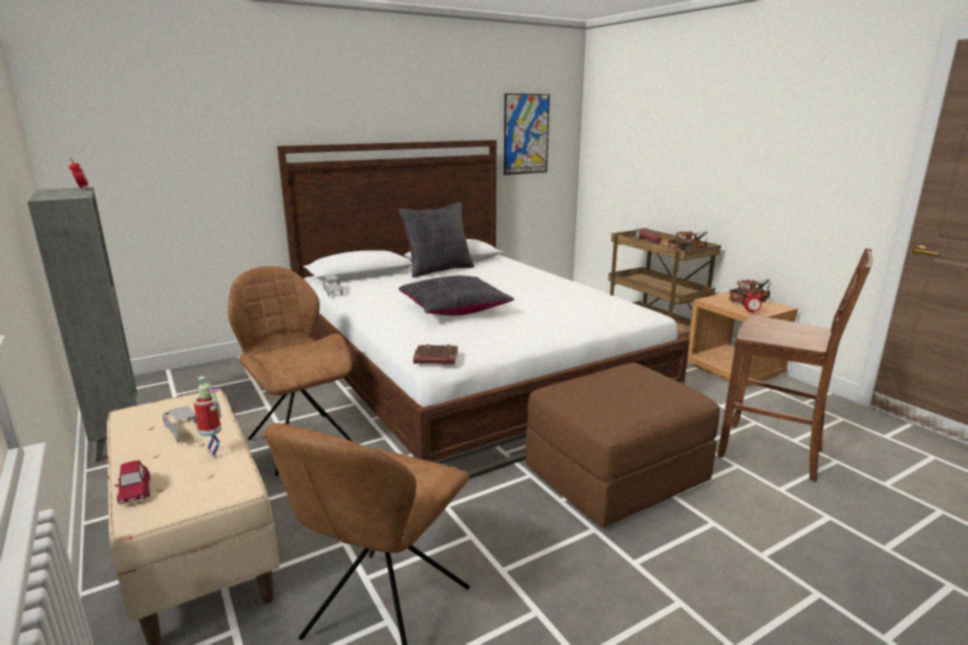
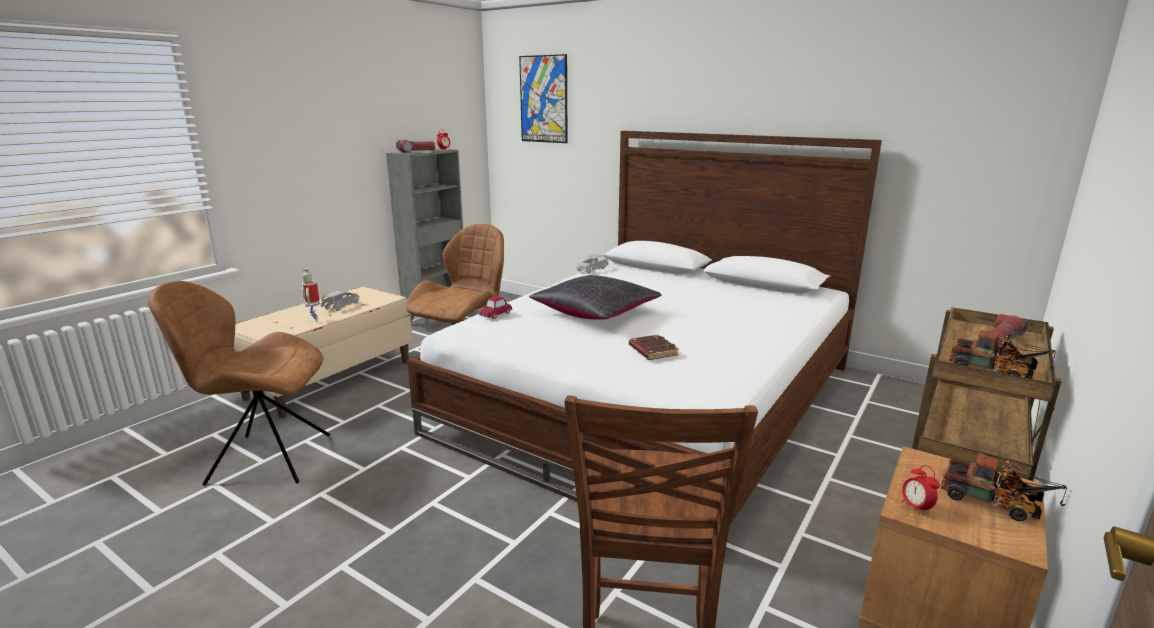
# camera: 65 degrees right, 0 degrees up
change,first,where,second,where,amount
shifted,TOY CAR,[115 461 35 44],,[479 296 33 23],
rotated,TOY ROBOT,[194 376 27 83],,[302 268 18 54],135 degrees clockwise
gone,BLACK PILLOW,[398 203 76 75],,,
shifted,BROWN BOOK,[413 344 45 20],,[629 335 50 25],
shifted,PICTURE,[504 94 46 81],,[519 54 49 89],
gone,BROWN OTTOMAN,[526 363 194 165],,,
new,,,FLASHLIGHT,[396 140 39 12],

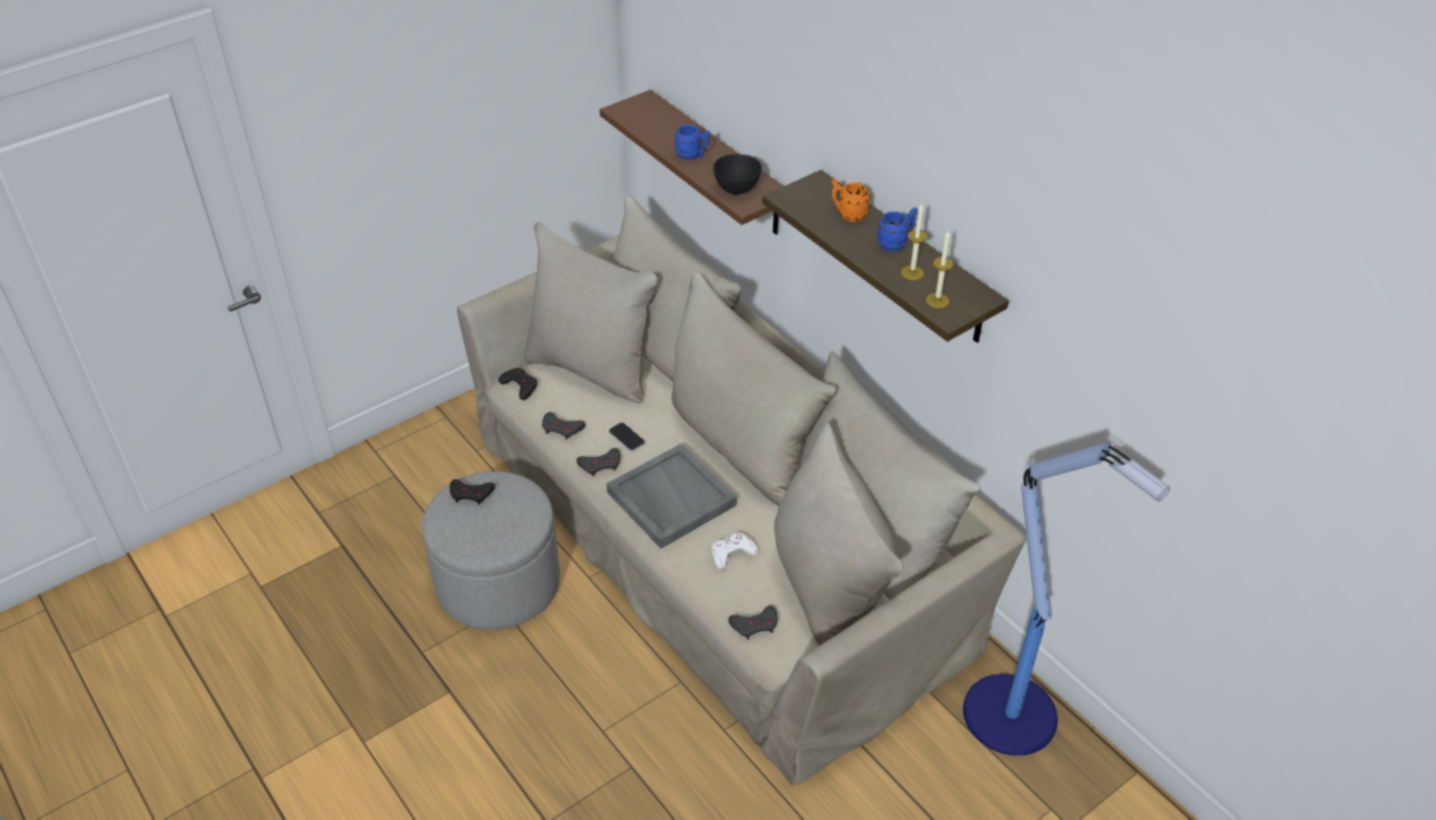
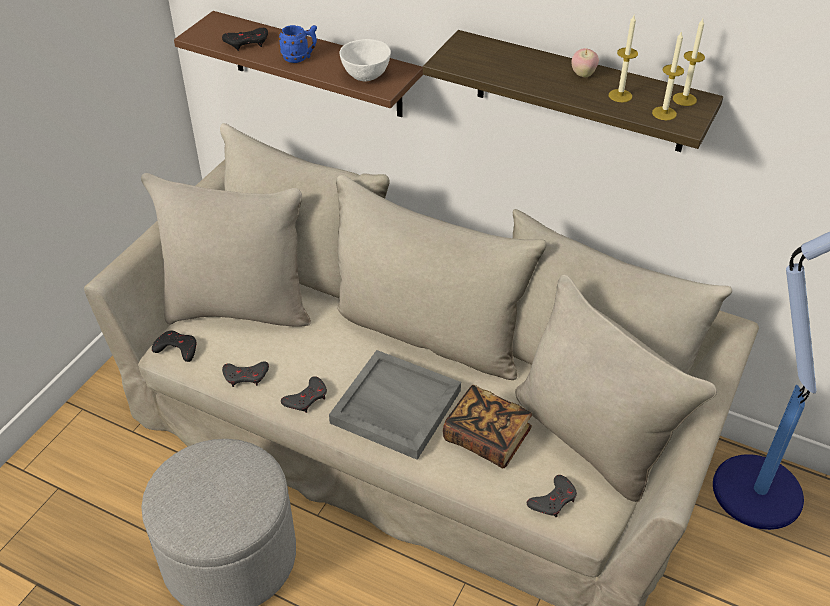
# camera: 25 degrees left, 0 degrees up
change,first,where,second,where,amount
shifted,BLACK GAME CONTROLLER,[450 479 45 26],,[222 28 46 23],
gone,PHONE,[609 423 36 28],,,
swapped,WHITE GAME CONTROLLER,[712 533 46 36],BOOK,[443 385 89 83],
repainted,BLACK BOWL,[713 154 49 41],WHITE BOWL,[339 39 52 42],
gone,ORANGE MUG,[832 179 39 43],,,
swapped,BLUE MUG,[877 207 41 45],APPLE,[571 48 28 29],
new,,,CANDLE,[673 19 32 87],

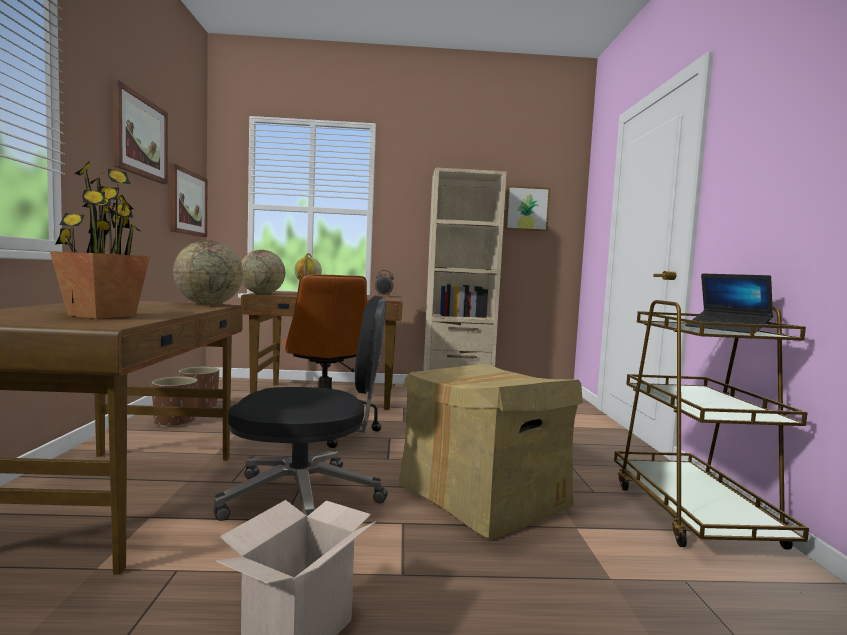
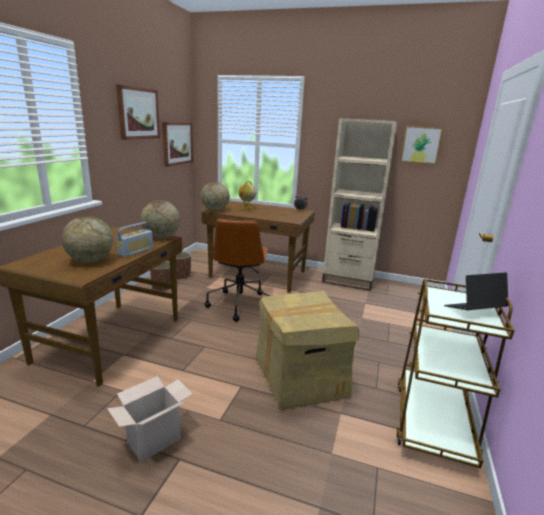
# camera: 20 degrees right, 15 degrees up
change,first,where,second,where,amount
swapped,POTTED PLANT,[50 162 100 157],GLOBE,[62 216 51 47],
gone,BLACK OFFICE CHAIR,[214 296 174 225],,,
rotated,LAPTOP,[685 274 88 59],,[444 273 64 37],90 degrees clockwise
new,,,RADIO,[116 222 37 35],

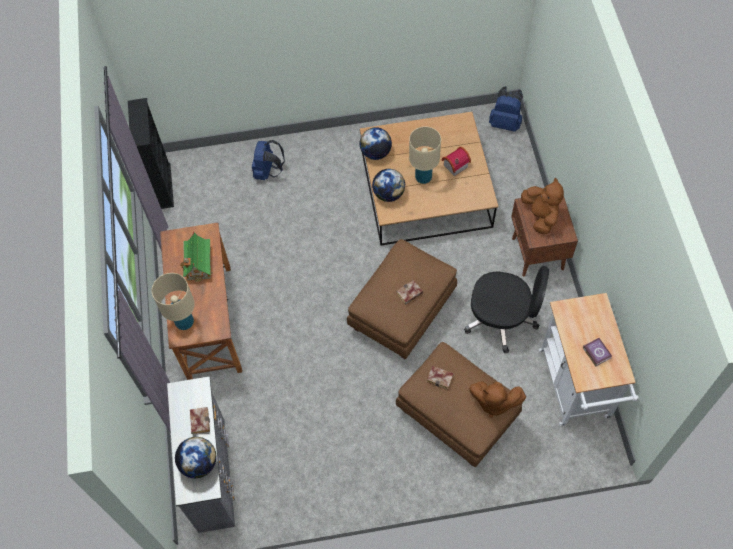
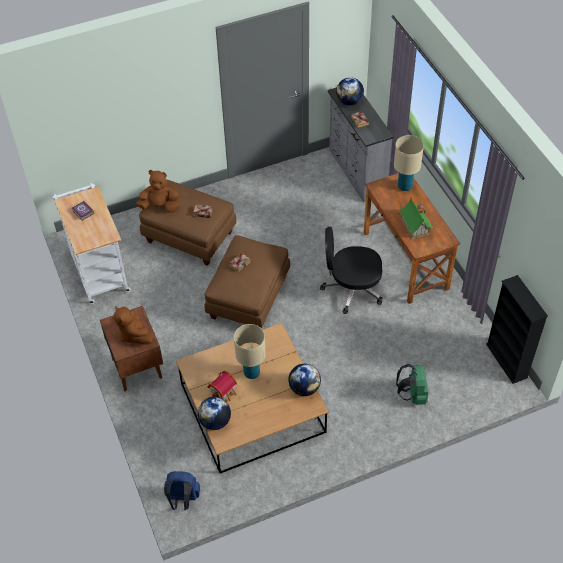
# camera: 165 degrees right, 10 degrees down
change,first,where,second,where,amount
repainted,BLUE BACKPACK,[252 140 33 40],GREEN BACKPACK,[396 364 32 41],
shifted,GLOBE,[372 169 33 33],,[198 397 33 33],
shifted,BLACK OFFICE CHAIR,[464 266 85 87],,[320 227 63 87],

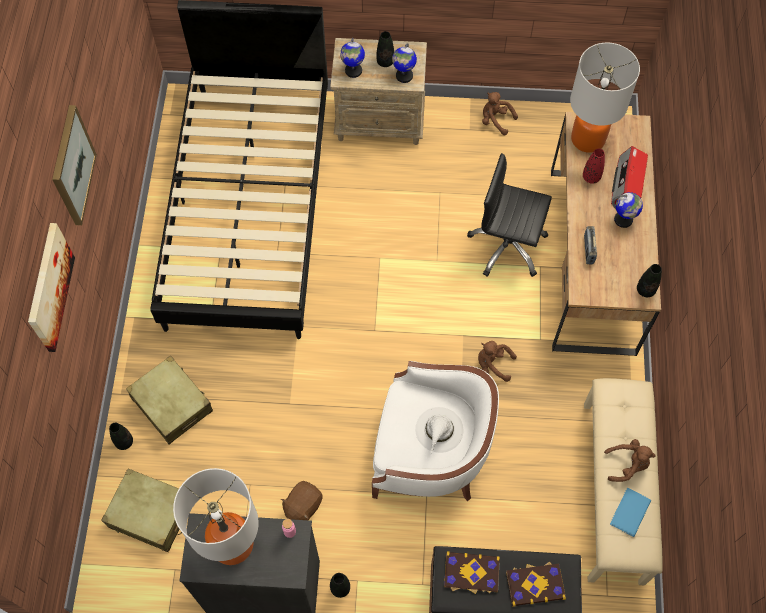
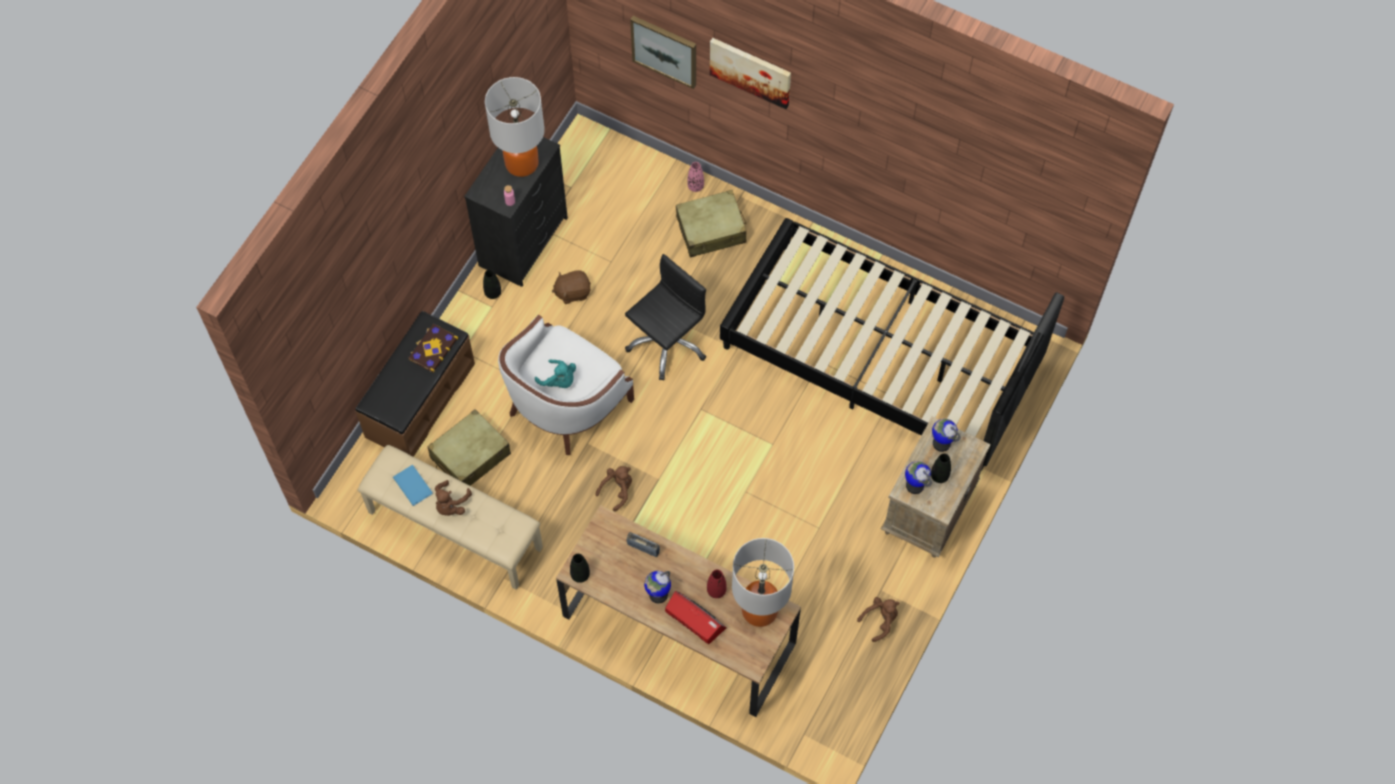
# camera: 115 degrees right, 0 degrees up
change,first,where,second,where,amount
shifted,PICTURE,[52 105 45 120],,[630 16 66 73],
shifted,BEIGE SUITCASE,[101 469 81 83],,[427 409 84 77],
repainted,BLACK VASE,[109 423 24 27],PINK VASE,[687 162 17 30],
rotated,BROWN PLUSH TOY,[281 481 42 39],,[552 270 39 34],75 degrees counterclockwise
swapped,WHITE HAT,[415 407 49 48],TURQUOISE PLUSH TOY,[535 360 41 28],
shifted,BLACK OFFICE CHAIR,[467 153 85 124],,[625 254 81 126],
gone,BOOK,[506 561 60 46],,,

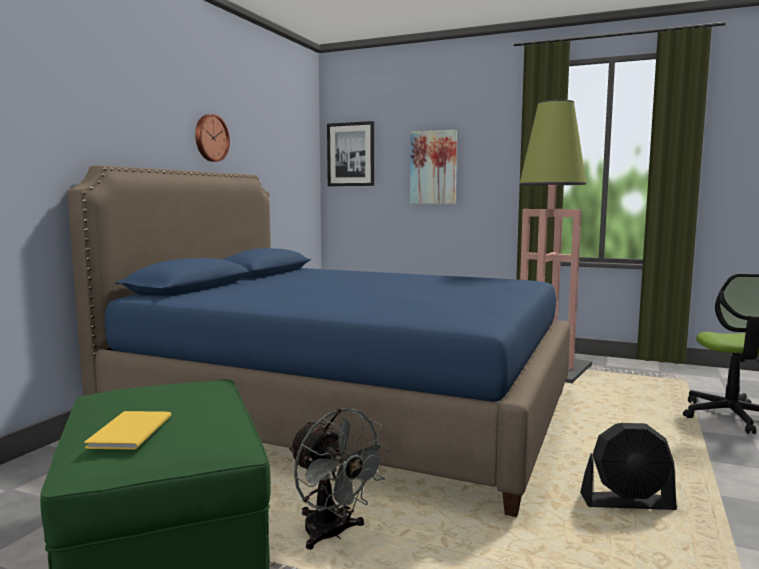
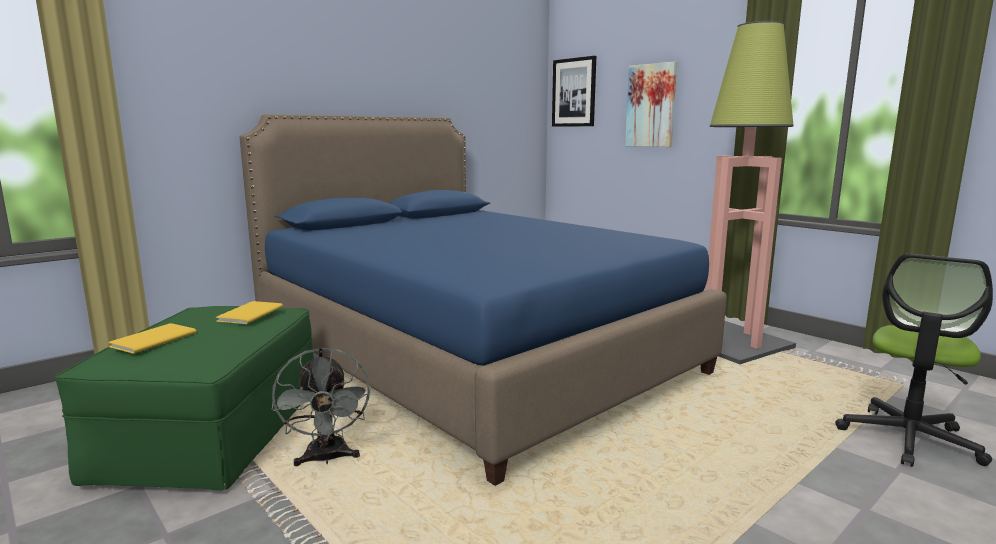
# camera: 25 degrees right, 5 degrees up
change,first,where,second,where,amount
gone,WALL CLOCK,[195 114 35 48],,,
gone,BLACK FAN,[580 423 97 87],,,
new,,,YELLOW BOOK,[216 301 67 23],

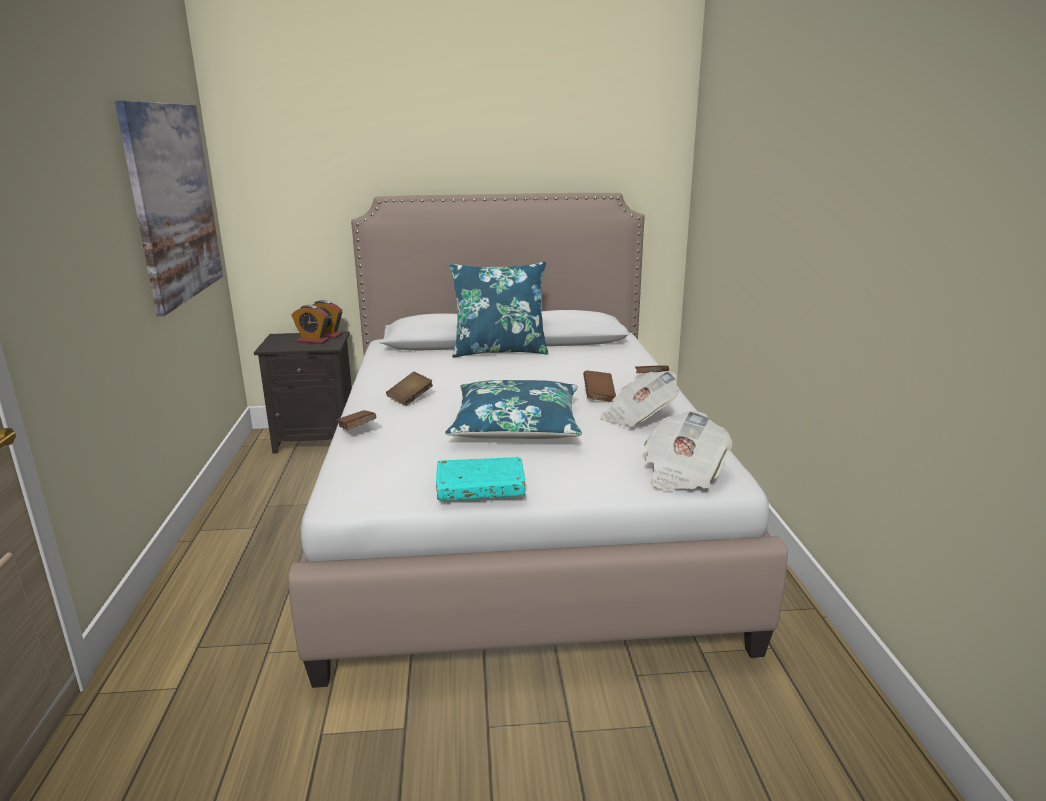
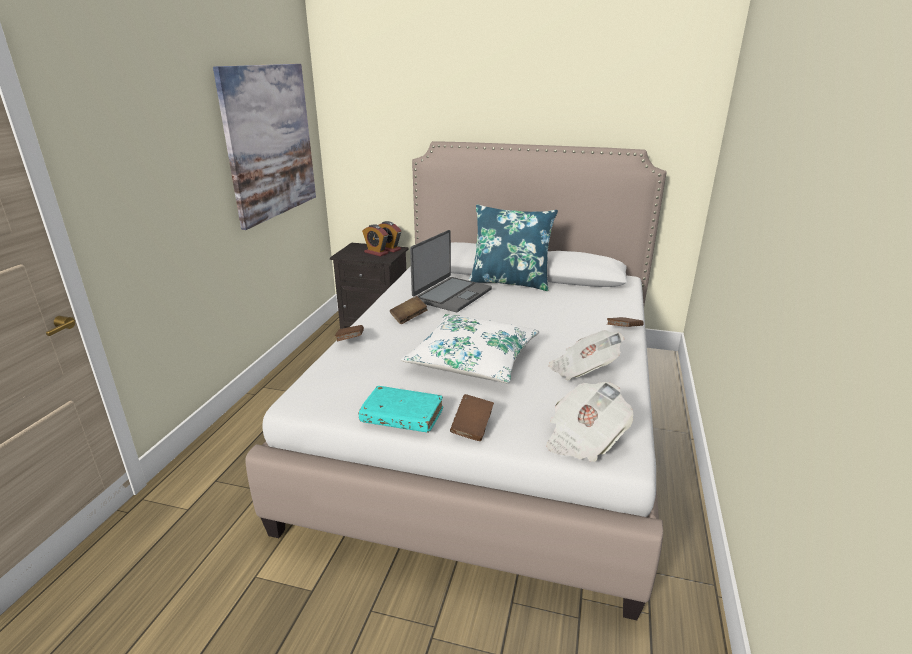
# camera: 20 degrees right, 5 degrees up
change,first,where,second,where,amount
repainted,BLUE PILLOW,[445 380 137 59],WHITE PILLOW,[401 314 138 69],
shifted,BROWN BOOK,[583 371 33 31],,[450 394 44 47],
new,,,LAPTOP,[410 230 82 82],

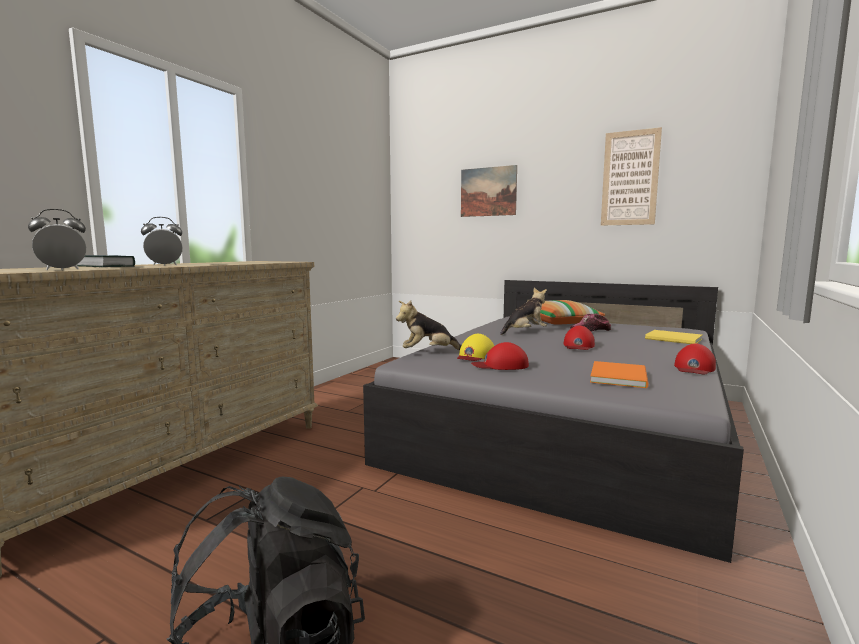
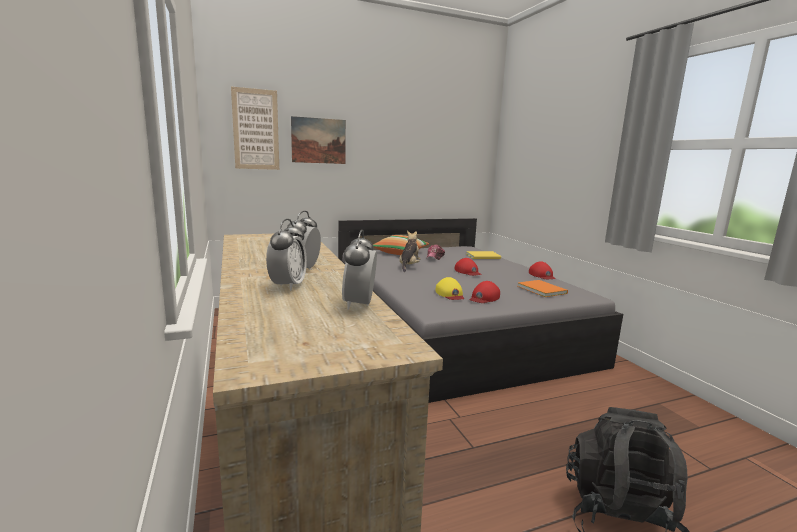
# camera: 50 degrees left, 5 degrees up
change,first,where,second,where,amount
swapped,BOOK,[77 255 58 12],ALARM CLOCK,[266 219 41 72],
gone,PLUSH TOY,[396 300 65 50],,,
shifted,PICTURE,[601 127 61 99],,[231 87 48 83],

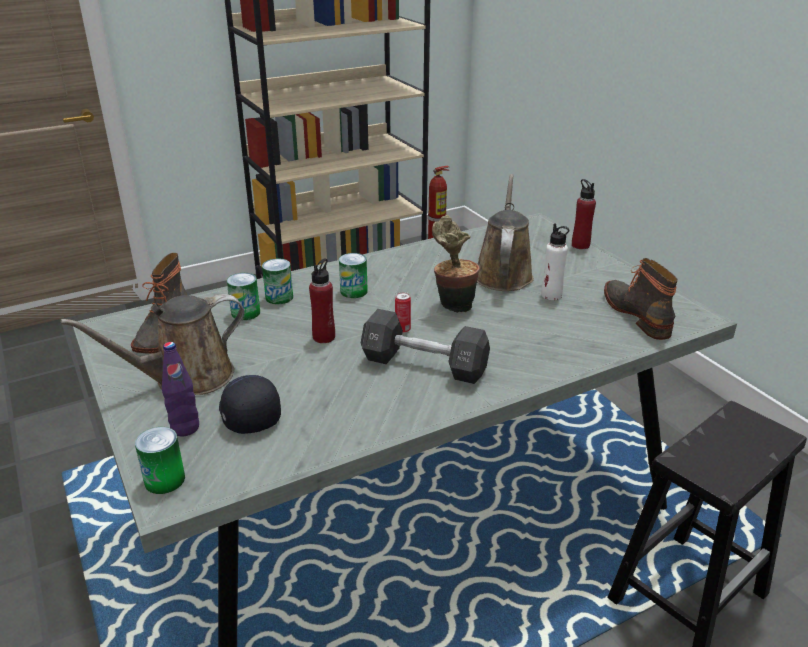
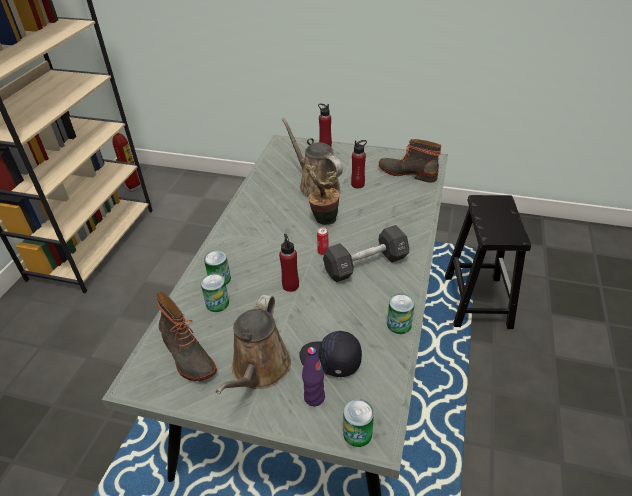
# camera: 45 degrees left, 10 degrees up
change,first,where,second,where,amount
shifted,CAN,[339 253 29 45],,[387 293 28 41],
repainted,WHITE BOTTLE,[541 223 28 77],RED BOTTLE,[351 140 16 48],

